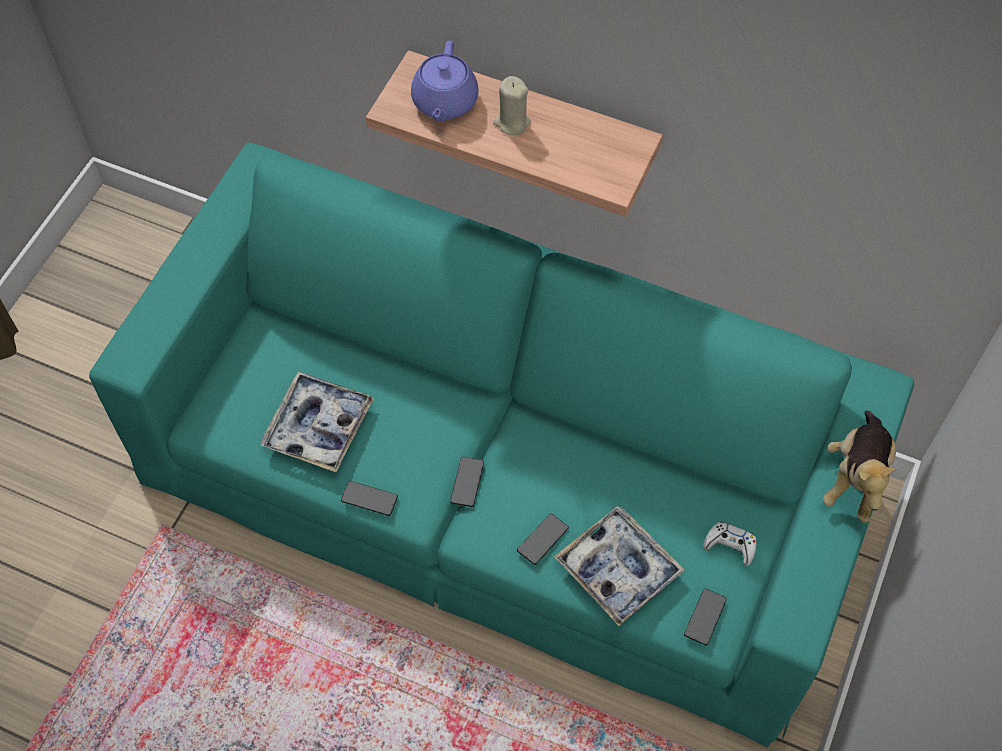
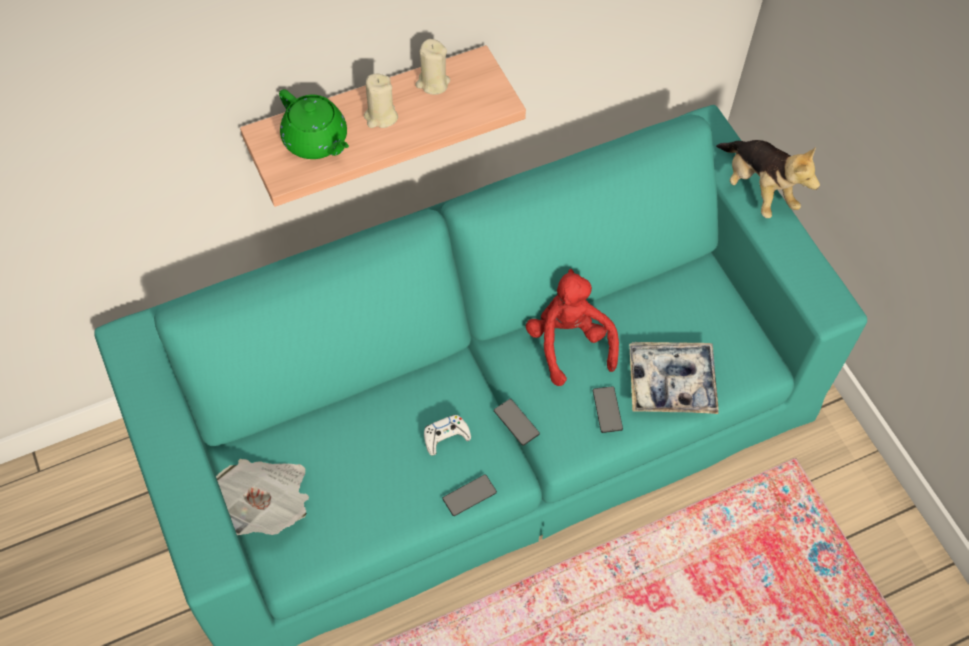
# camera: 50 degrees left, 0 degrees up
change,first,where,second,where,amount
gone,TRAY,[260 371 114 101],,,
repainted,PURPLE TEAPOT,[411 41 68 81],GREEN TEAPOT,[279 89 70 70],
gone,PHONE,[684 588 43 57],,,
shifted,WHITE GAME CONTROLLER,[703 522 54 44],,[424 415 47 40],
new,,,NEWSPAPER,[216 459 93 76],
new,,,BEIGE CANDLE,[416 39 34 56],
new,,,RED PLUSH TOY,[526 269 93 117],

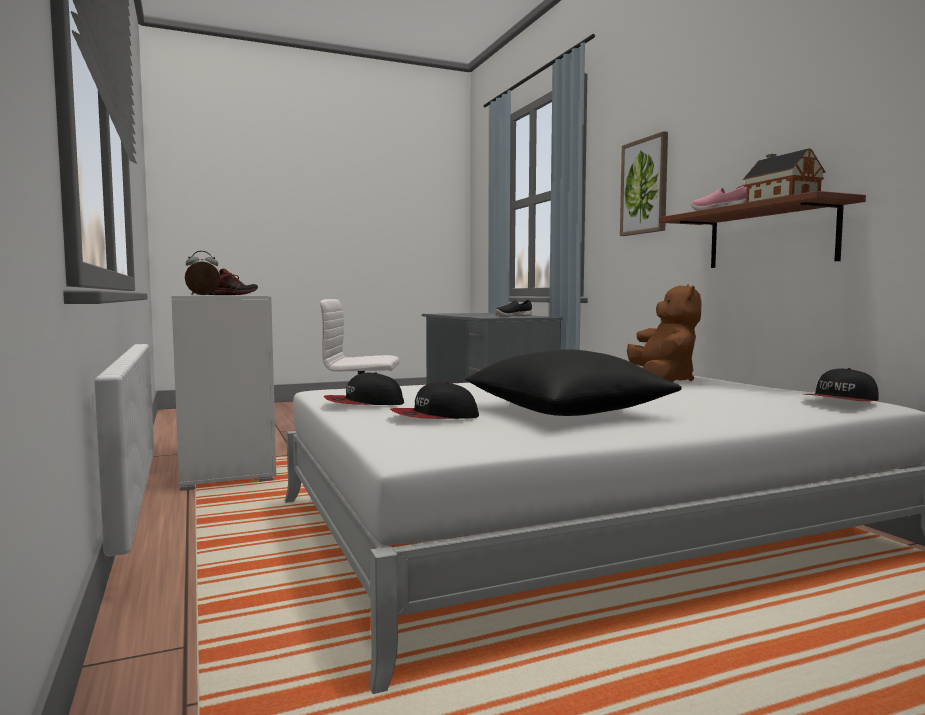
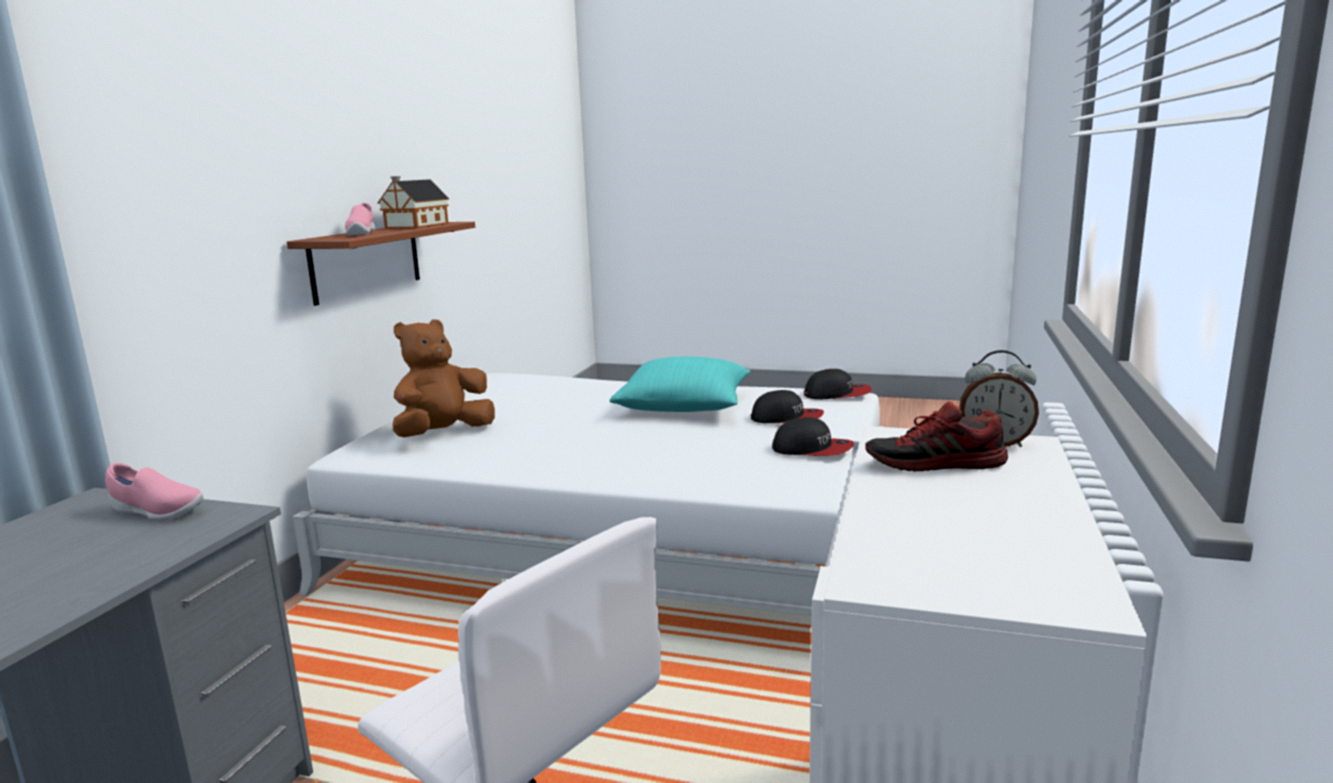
# camera: 140 degrees left, 10 degrees up
change,first,where,second,where,amount
repainted,BLACK PILLOW,[465 349 217 67],TURQUOISE PILLOW,[610 356 141 56],
repainted,BLACK SHOE,[496 300 36 17],PINK SHOE,[105 463 98 57],
gone,PICTURE,[620 131 48 105],,,
shifted,CAP,[803 368 76 33],,[804 369 68 30],

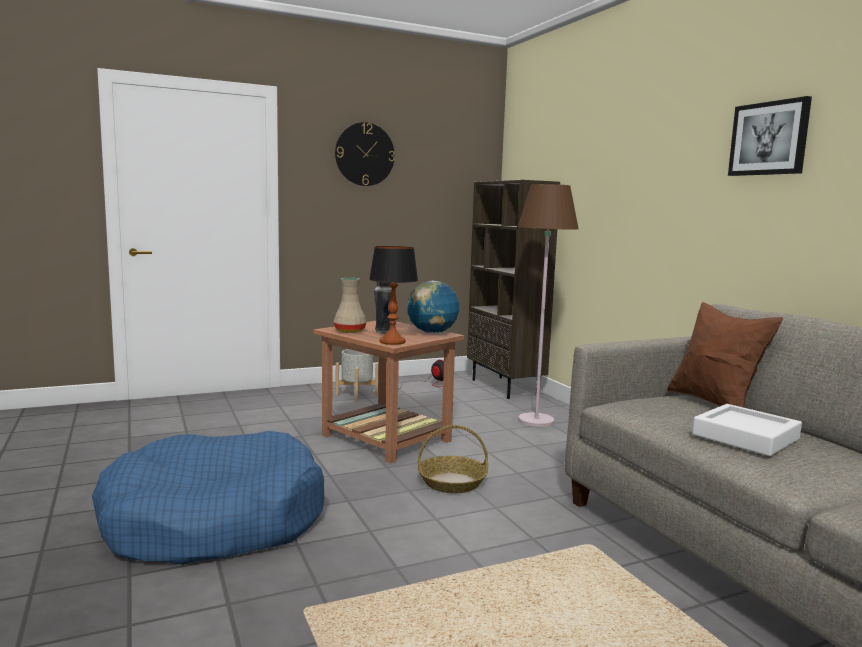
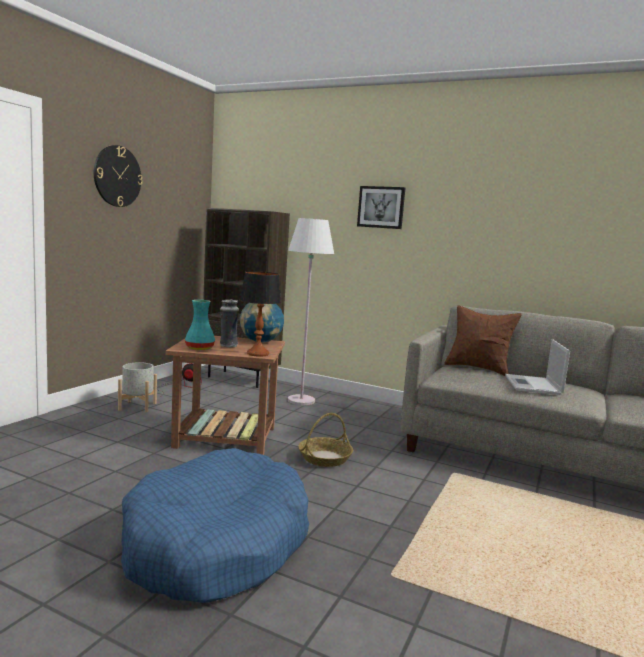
# camera: 40 degrees left, 0 degrees up
change,first,where,second,where,amount
repainted,BEIGE VASE,[333 278 33 55],TURQUOISE VASE,[185 300 30 50],
repainted,BROWN FLOOR LAMP,[518 184 61 243],WHITE FLOOR LAMP,[288 218 46 187],
swapped,WHITE TRAY,[692 404 110 52],LAPTOP,[505 339 65 56],
shifted,PICTURE,[728 96 84 80],,[357 186 48 43],

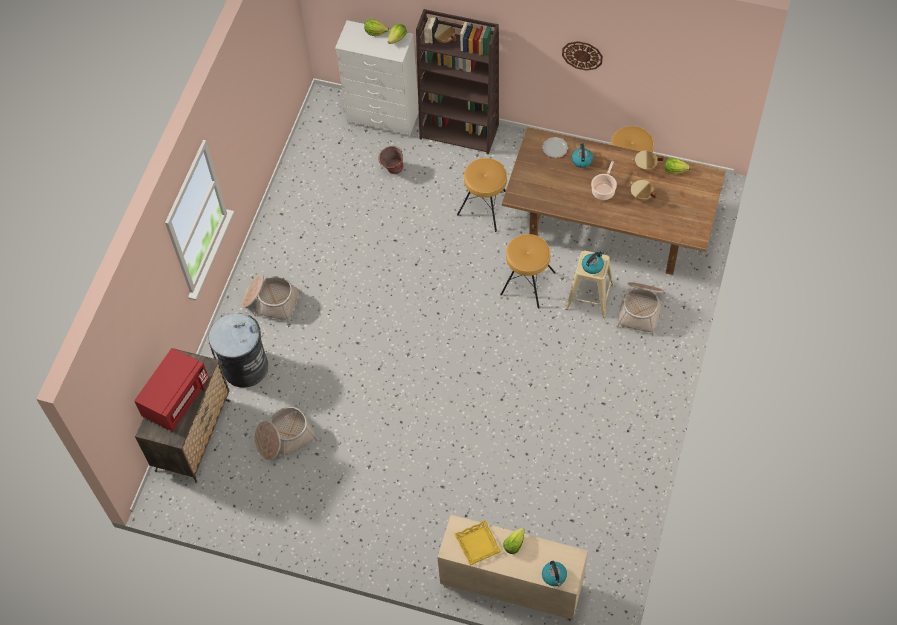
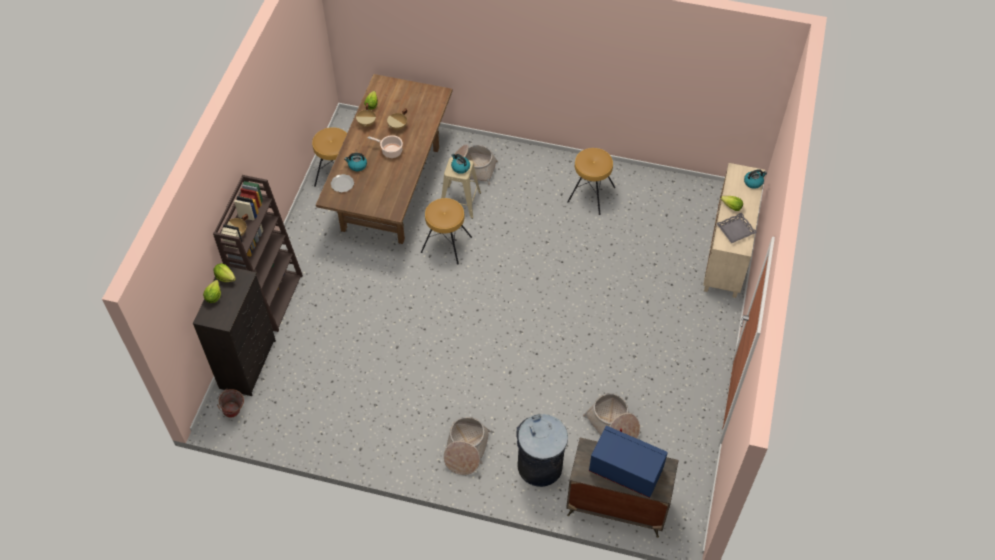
# camera: 95 degrees left, 5 degrees down
change,first,where,second,where,amount
repainted,RED MICROWAVE,[134 348 75 83],BLUE MICROWAVE,[589 425 79 73],
repainted,WHITE DRESSER,[335 20 84 118],BLACK DRESSER,[193 266 83 130],
shifted,BUCKET,[378 146 25 28],,[217 389 27 29],
repainted,YELLOW TRAY,[454 520 47 46],GREY TRAY,[716 213 41 30],
shifted,BROWN STOOL,[457 158 50 74],,[567 148 48 67],
gone,WALL CLOCK,[562 41 41 30],,,

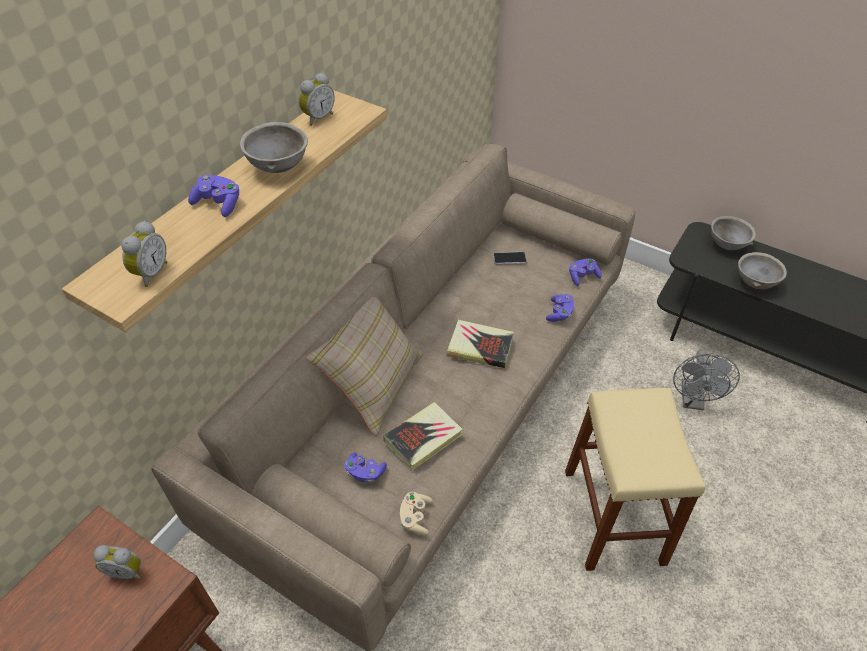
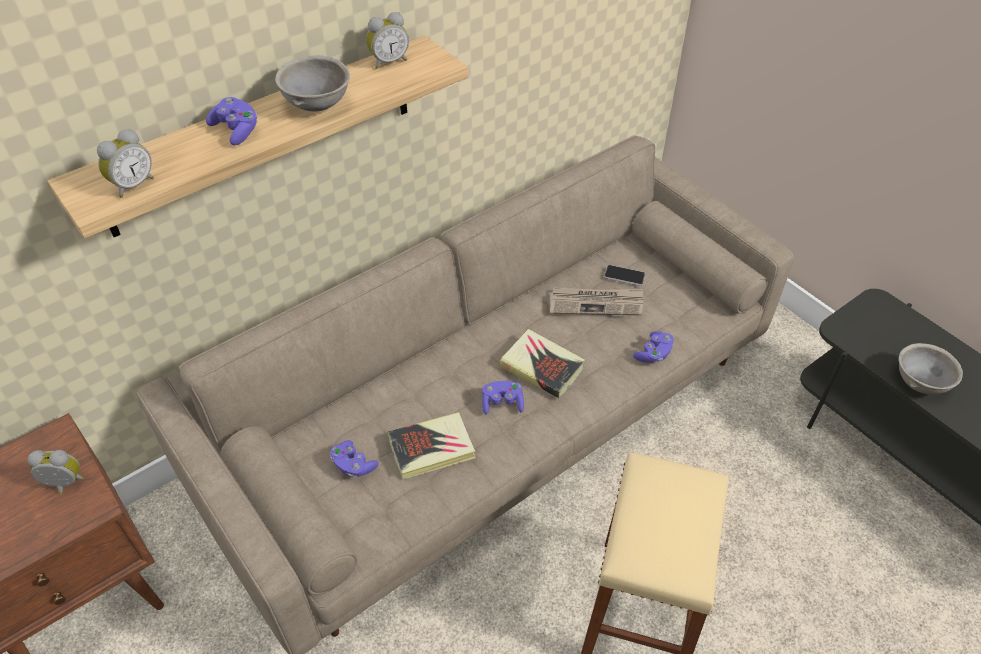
# camera: 20 degrees right, 0 degrees up
change,first,where,second,where,amount
rotated,ALARM CLOCK,[93 545 48 35],,[28 450 56 45],150 degrees clockwise
gone,BEIGE PILLOW,[306 297 117 139],,,
gone,BEIGE GAME CONTROLLER,[400 492 33 43],,,
shifted,PURPLE GAME CONTROLLER,[569 259 33 27],,[482 381 42 34],
gone,GREY FAN,[673 350 67 60],,,
gone,GREY BOWL,[711 216 45 34],,,
new,,,NEWSPAPER,[549 288 94 27],

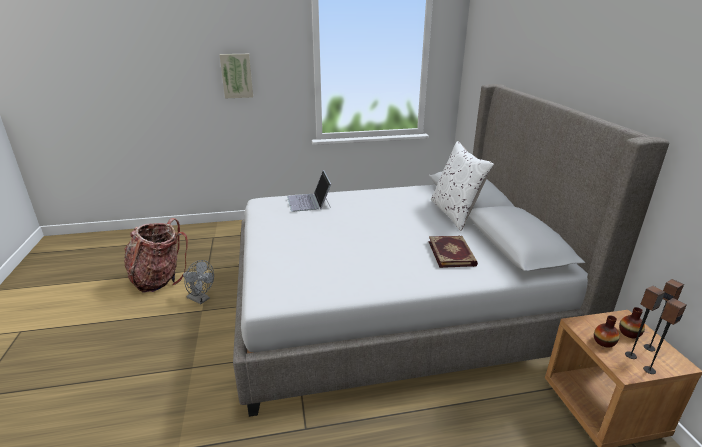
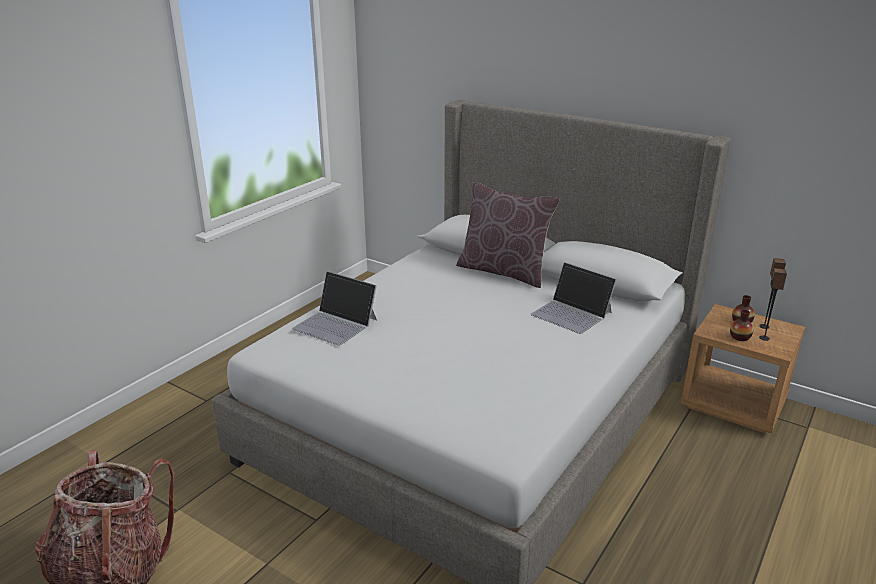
# camera: 45 degrees left, 0 degrees up
change,first,where,second,where,amount
gone,GREY FAN,[183 260 31 44],,,
gone,PICTURE,[219 54 34 44],,,
swapped,BOOK,[428 236 50 32],LAPTOP,[531 262 86 72],
repainted,WHITE PILLOW,[431 141 63 90],BROWN PILLOW,[456 182 104 106],
gone,SPEAKER,[643 298 44 76],,,

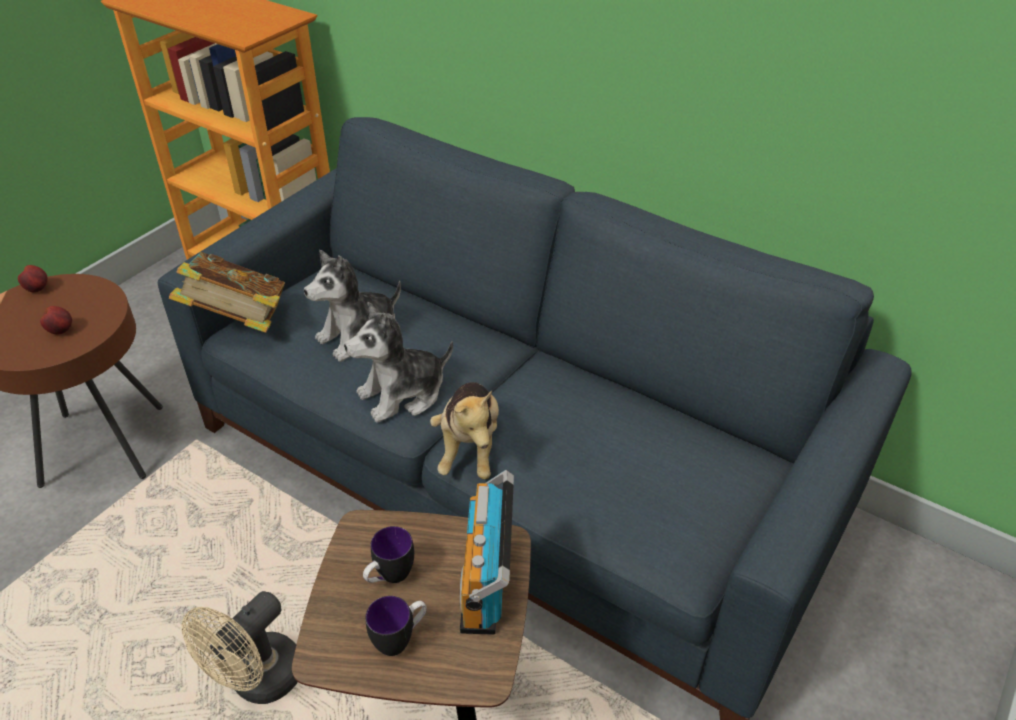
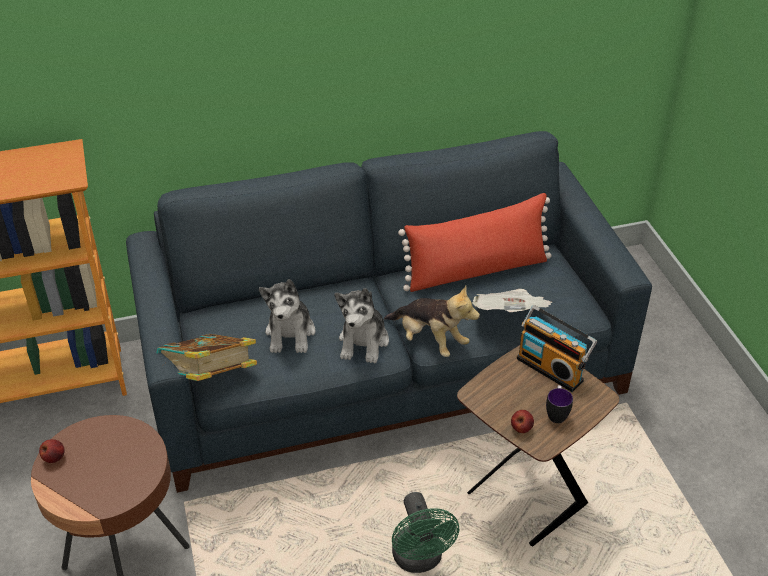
# camera: 50 degrees left, 0 degrees up
change,first,where,second,where,amount
shifted,APPLE,[40 306 32 28],,[511 410 23 23],
repainted,BEIGE FAN,[182 591 116 113],GREEN FAN,[392 492 67 81],
gone,MUG,[363 526 51 57],,,
new,,,RED PILLOW,[398 193 153 99],
new,,,NEWSPAPER,[472 289 80 23],

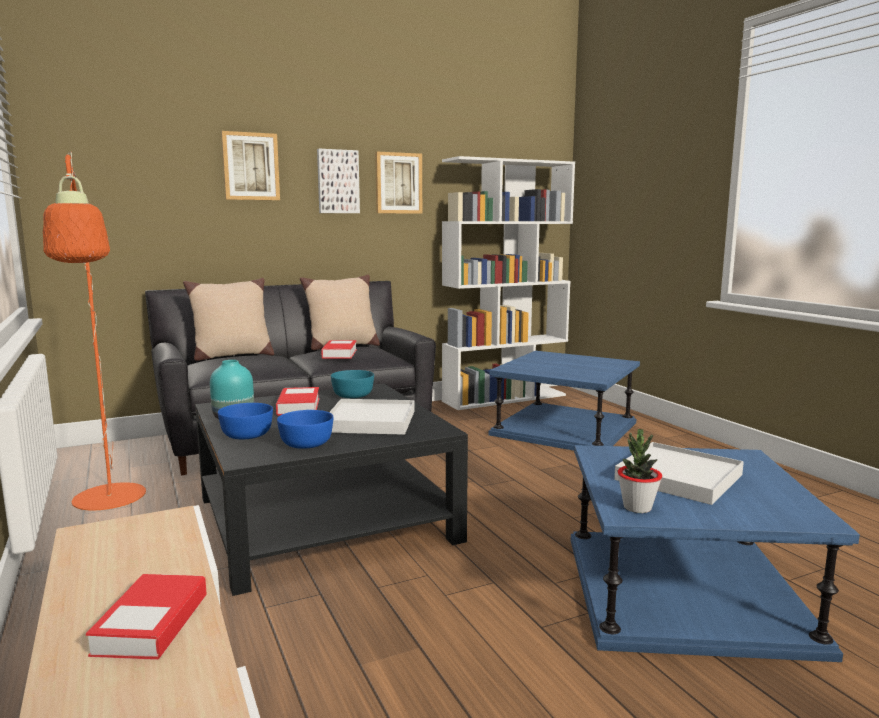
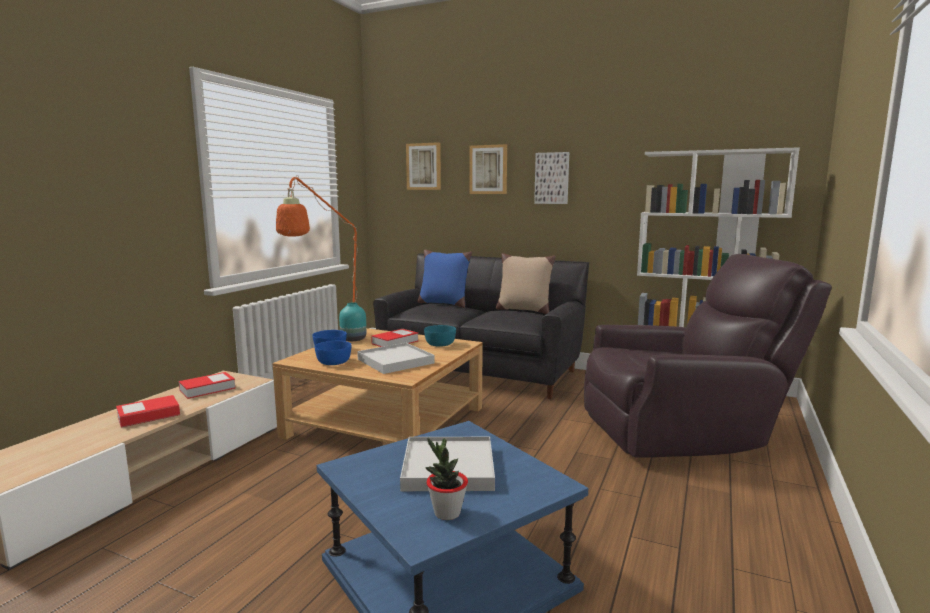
# camera: 50 degrees right, 0 degrees up
change,first,where,second,where,amount
repainted,BEIGE PILLOW,[183 278 91 83],BLUE PILLOW,[417 250 55 58],
repainted,BLACK COFFEE TABLE,[195 384 273 212],BEIGE COFFEE TABLE,[272 328 211 115],
shifted,BOOK,[321 340 36 19],,[179 372 57 27],
shifted,PICTURE,[375 152 47 62],,[406 142 35 48],
swapped,BLUE SIDE TABLE,[488 351 152 100],BROWN ARMCHAIR,[584 254 248 204],
shifted,POTTED PLANT,[618 429 44 84],,[426 438 42 82],

